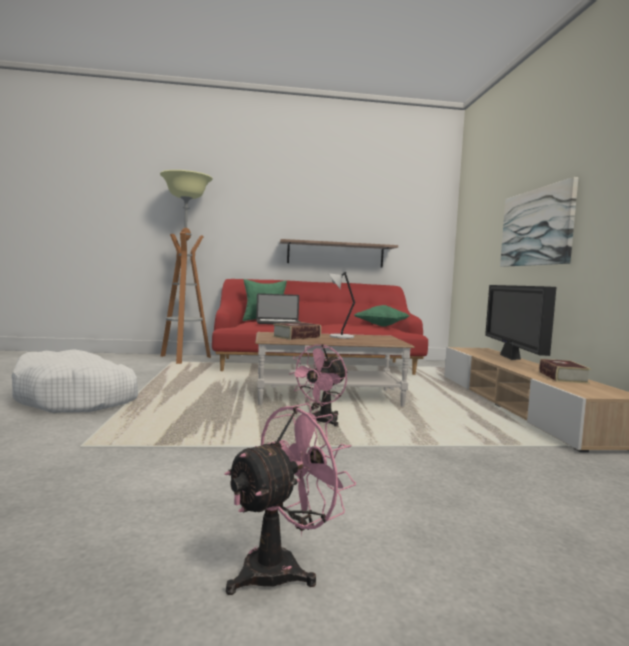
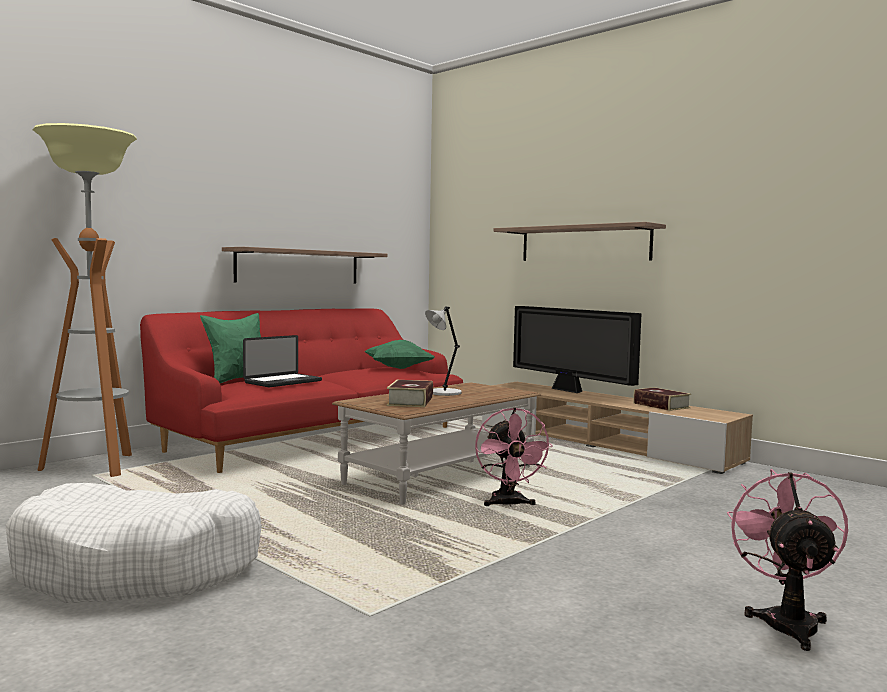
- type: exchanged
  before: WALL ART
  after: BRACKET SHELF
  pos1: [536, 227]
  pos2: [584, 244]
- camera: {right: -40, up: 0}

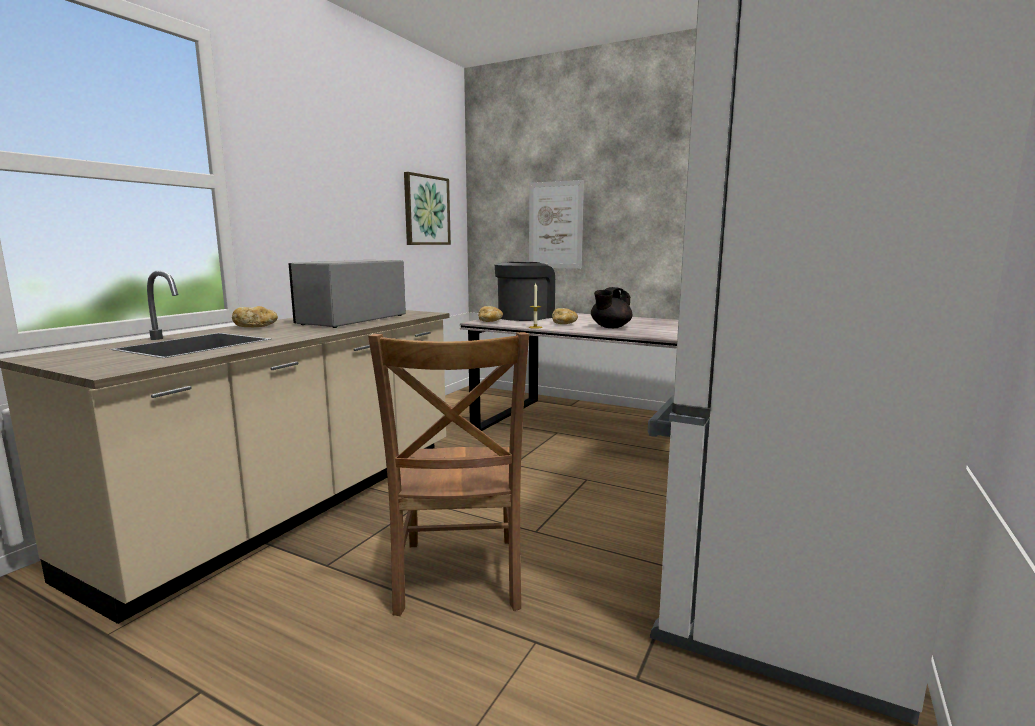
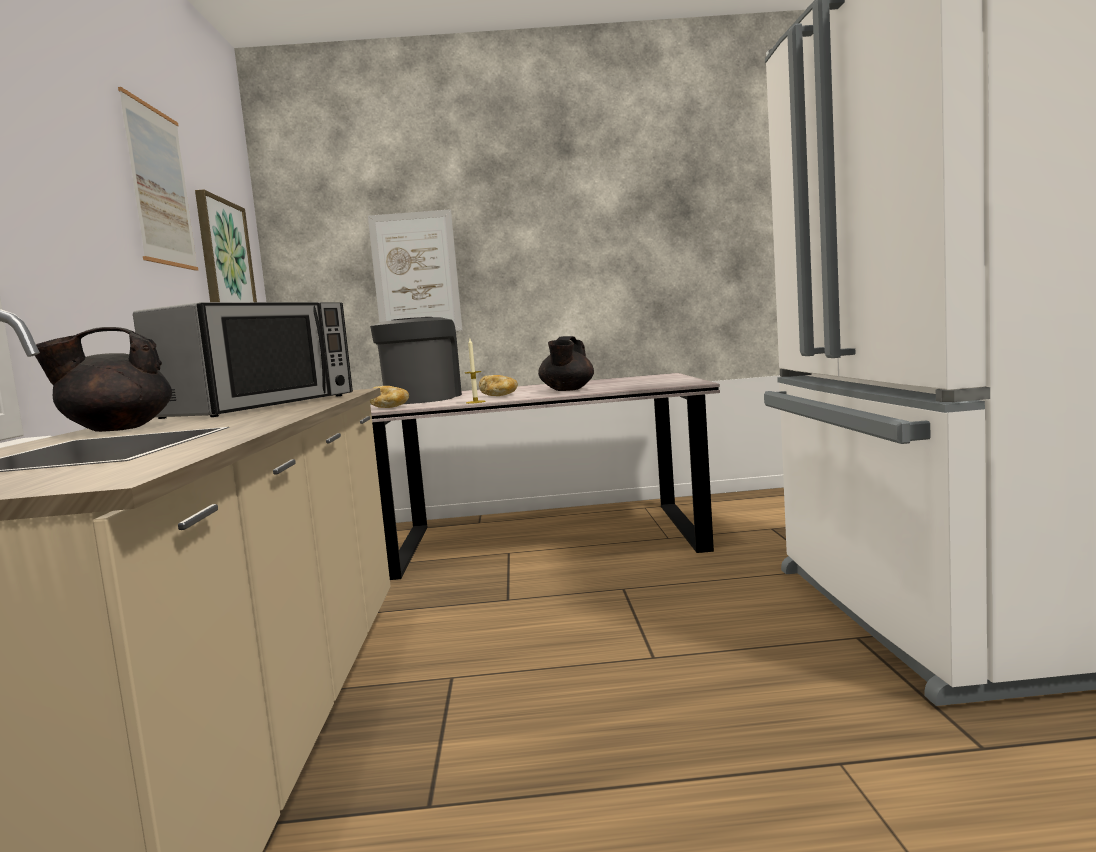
- type: exchanged
  before: BREAD
  after: BLACK TEA POT
  pos1: [256, 327]
  pos2: [116, 429]
- type: appeared
  after: WALL ART
  pos2: [160, 187]
- type: spun
  before: MICROWAVE OVEN
  pos1: [352, 320]
  pos2: [261, 406]
  turn: -150
- type: missing
  before: BROWN PLAIN CHAIR
  pos1: [458, 578]
- camera: {right: -30, up: -5}

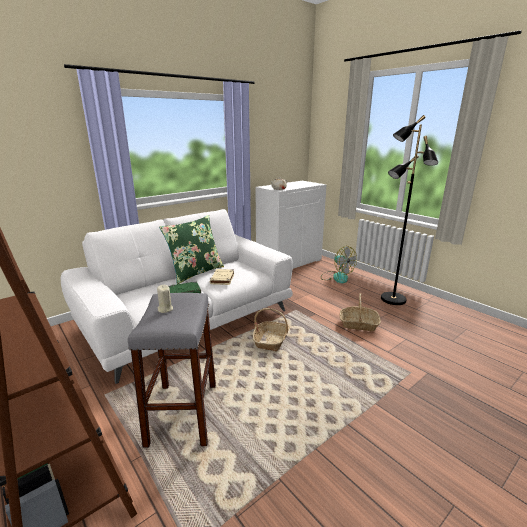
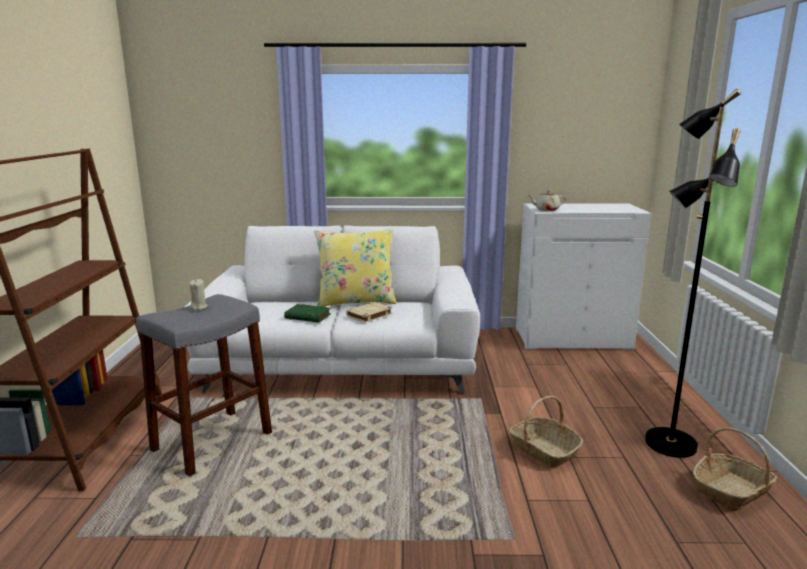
- type: colour
  before: GREEN PILLOW
  after: YELLOW PILLOW
  pos1: [195, 272]
  pos2: [356, 301]
- type: relocated
  before: STORAGE BASKET
  pos1: [271, 340]
  pos2: [731, 490]
- type: missing
  before: FAN
  pos1: [336, 277]
- camera: {right: 40, up: -5}

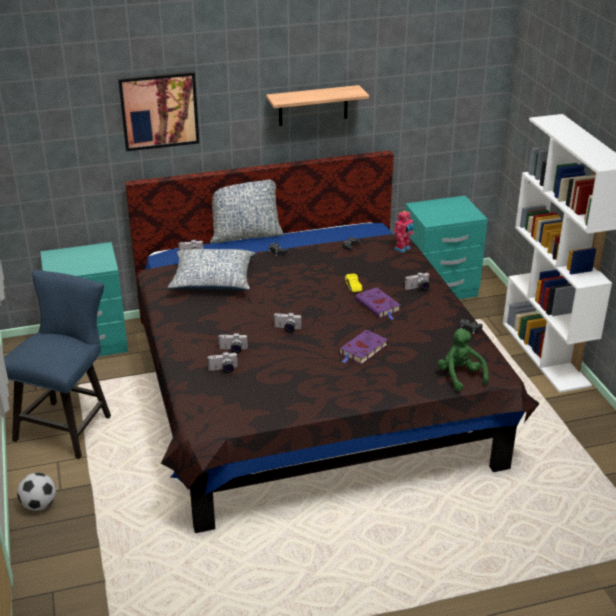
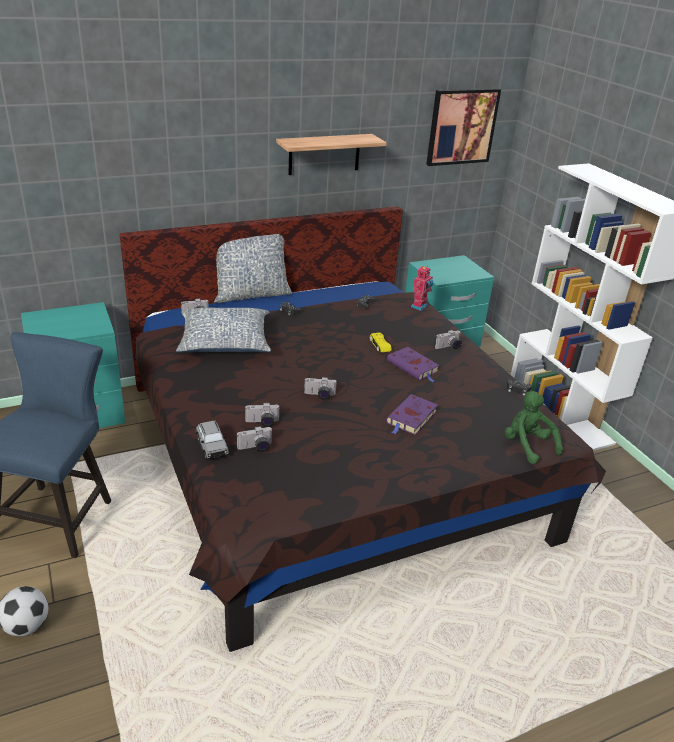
- type: appeared
  after: GRAY MINIATURE CAR
  pos2: [212, 446]
- type: relocated
  before: WALL ART
  pos1: [159, 110]
  pos2: [461, 126]
- camera: {right: -10, up: 0}

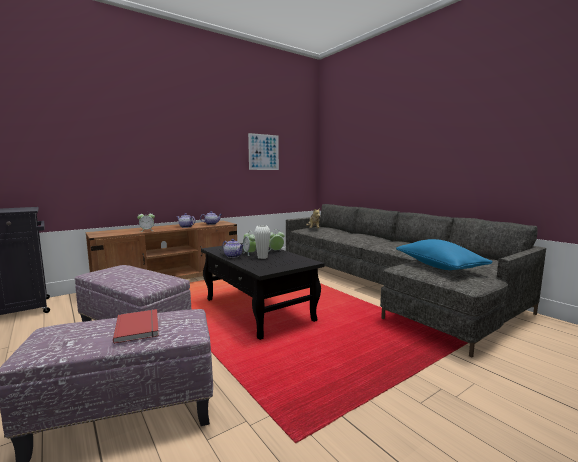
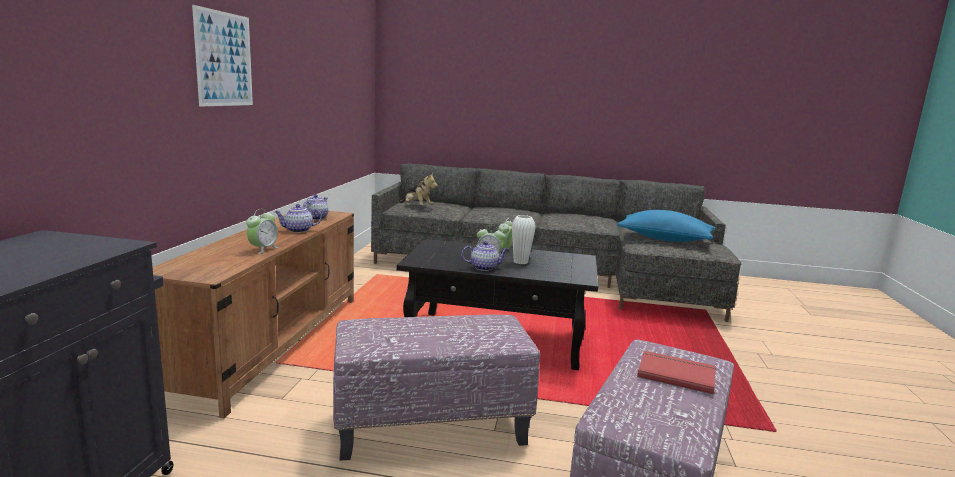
- type: relocated
  before: WALL ART
  pos1: [263, 152]
  pos2: [224, 59]
- camera: {right: -45, up: 5}

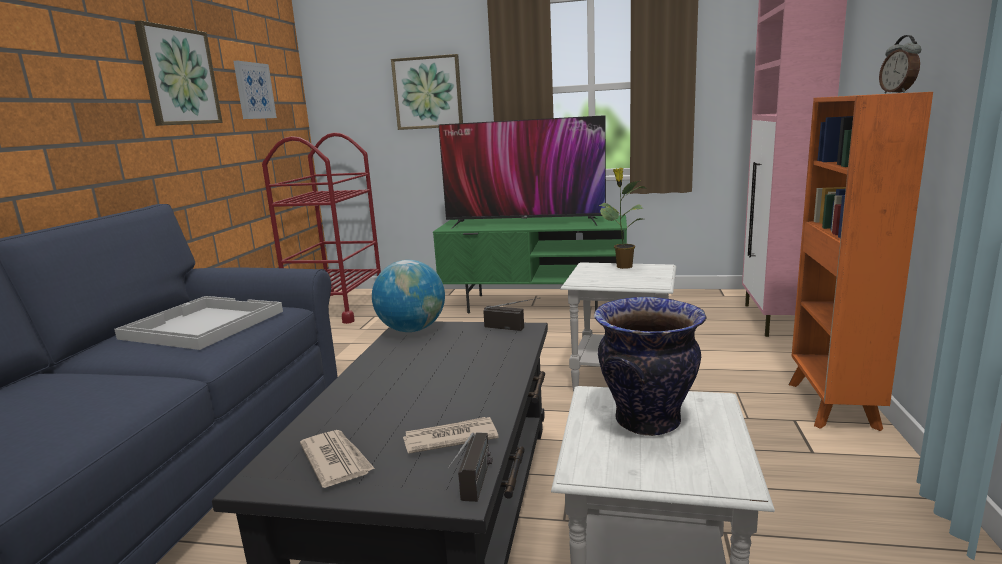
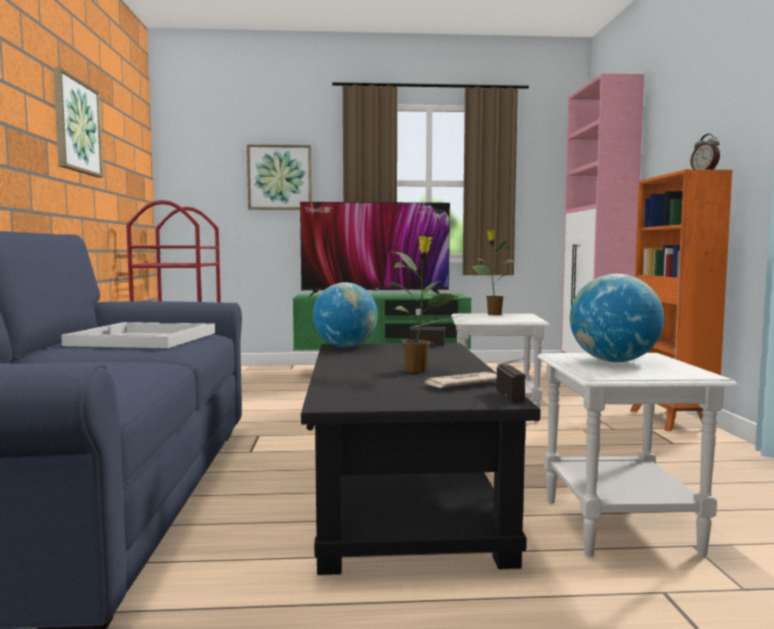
- type: appeared
  after: PLANT IN A POT
  pos2: [417, 370]
- type: exchanged
  before: VASE
  after: WORLD GLOBE
  pos1: [646, 421]
  pos2: [613, 361]
- type: missing
  before: WALL ART
  pos1: [254, 91]
- type: missing
  before: NEWSPAPER
  pos1: [336, 460]
- camera: {right: -15, up: -10}

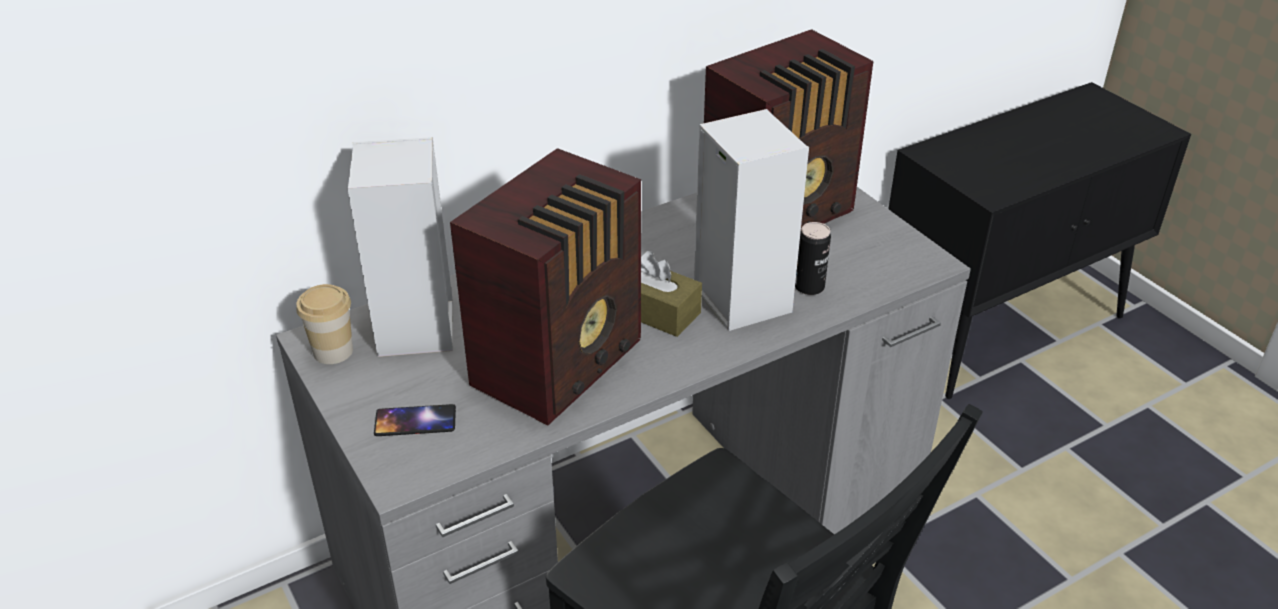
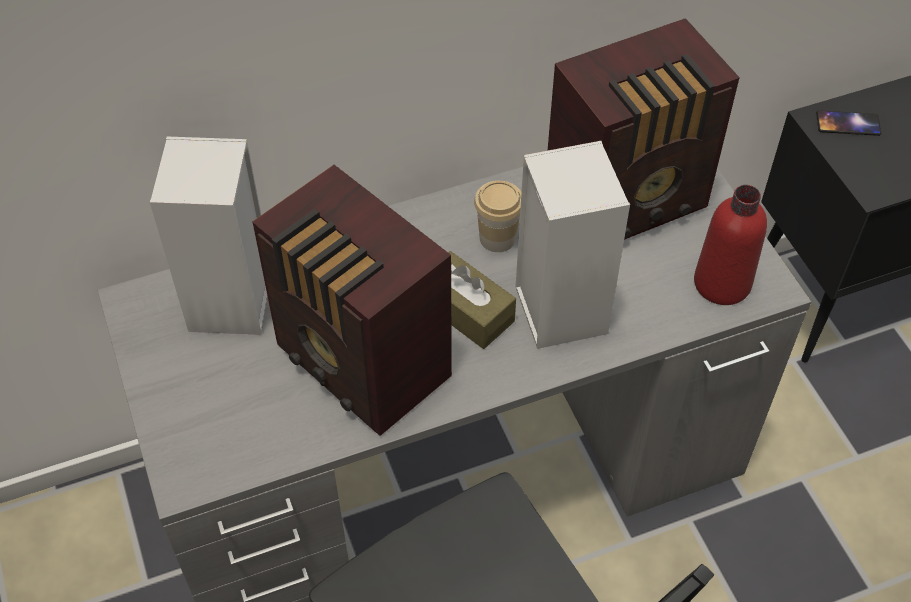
- type: spun
  before: RADIO
  pos1: [562, 363]
  pos2: [363, 366]
  turn: 90
- type: relocated
  before: CUP
  pos1: [333, 351]
  pos2: [497, 238]
- type: appeared
  after: REDDISH BEVERAGE BOTTLE
  pos2: [722, 283]
- type: relocated
  before: TELEPHONE
  pos1: [415, 421]
  pos2: [848, 124]
- type: missing
  before: METAL CAN
  pos1: [809, 287]
- camera: {right: 10, up: 15}

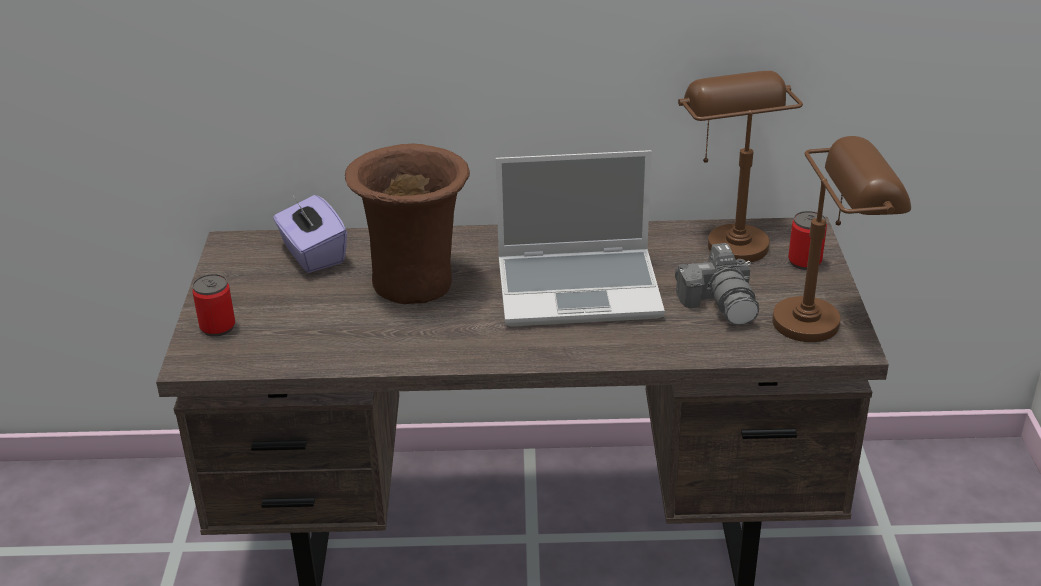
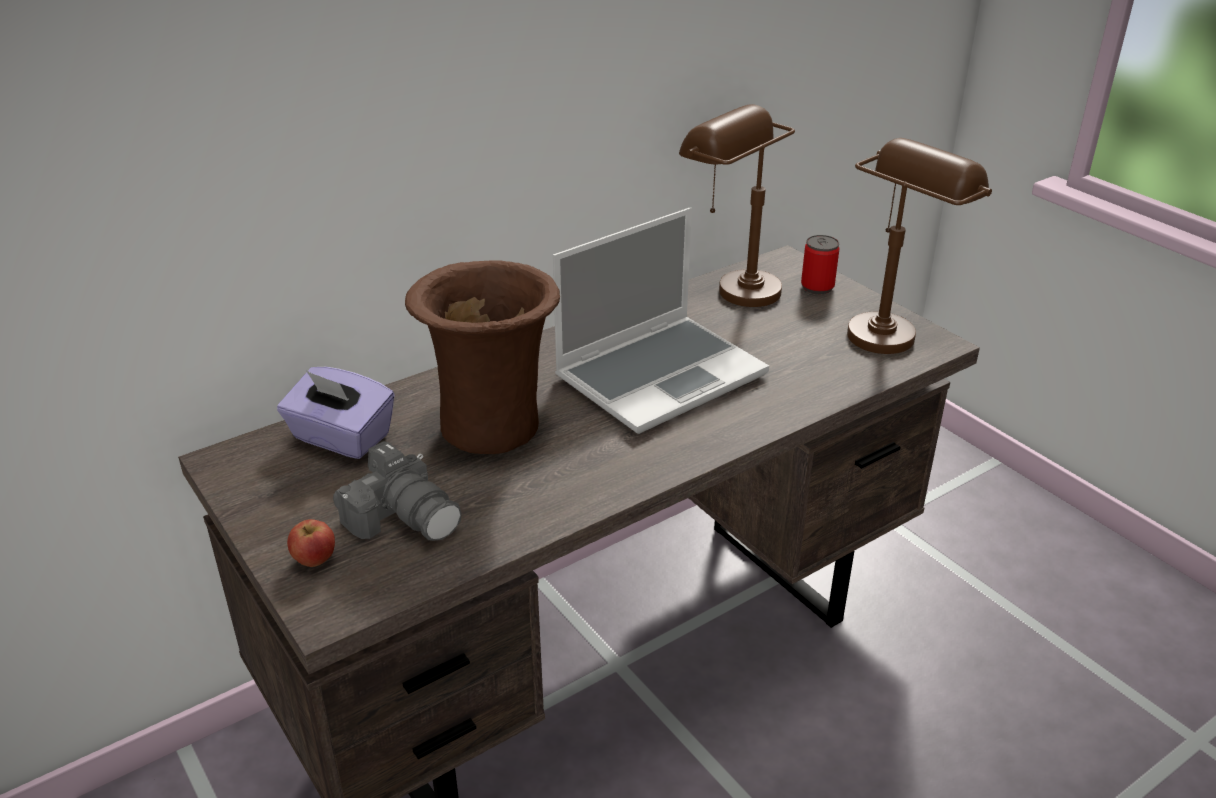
- type: exchanged
  before: METAL CAN
  after: APPLE
  pos1: [218, 327]
  pos2: [315, 559]
- type: relocated
  before: STILL CAMERA
  pos1: [721, 303]
  pos2: [403, 517]
- camera: {right: -35, up: 0}

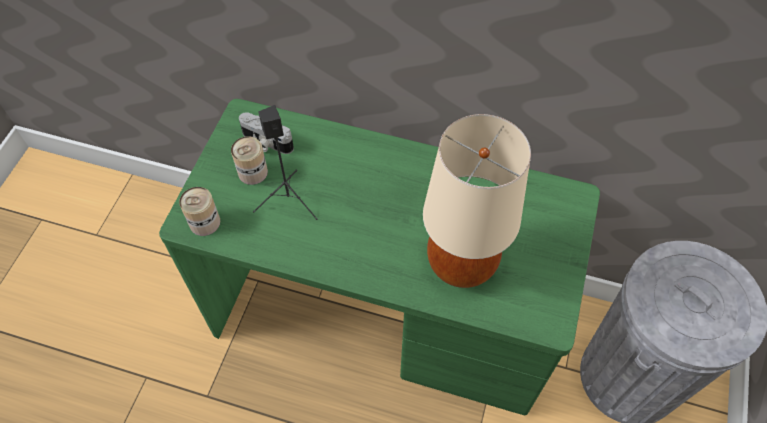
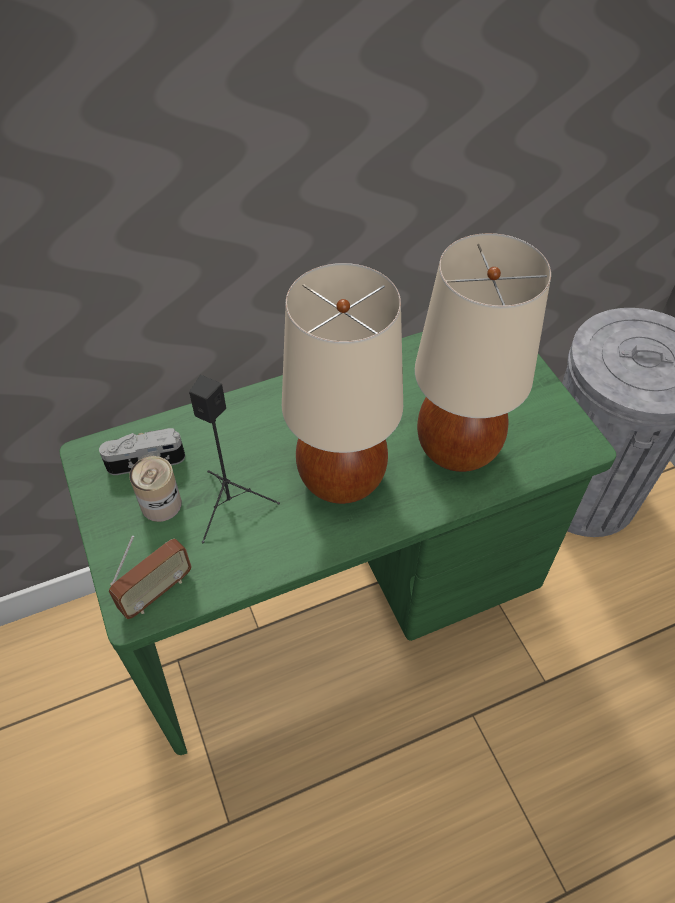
- type: exchanged
  before: METAL CAN
  after: RADIO
  pos1: [204, 222]
  pos2: [156, 592]
- type: appeared
  after: BEIGE-COLOURED LAMP FOR A TABLE
  pos2: [342, 479]
- camera: {right: -40, up: -5}

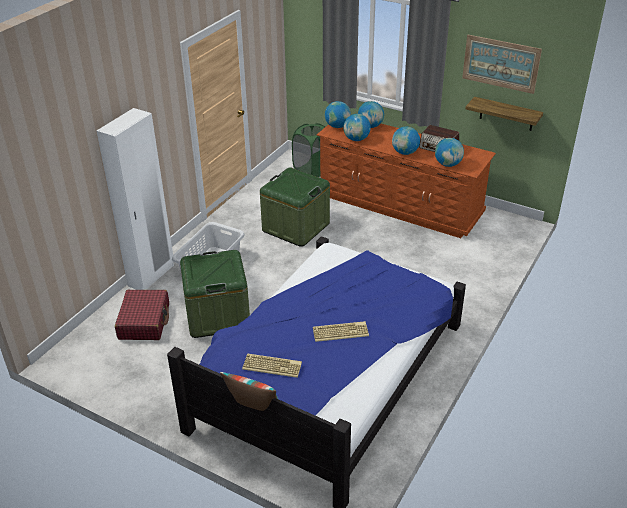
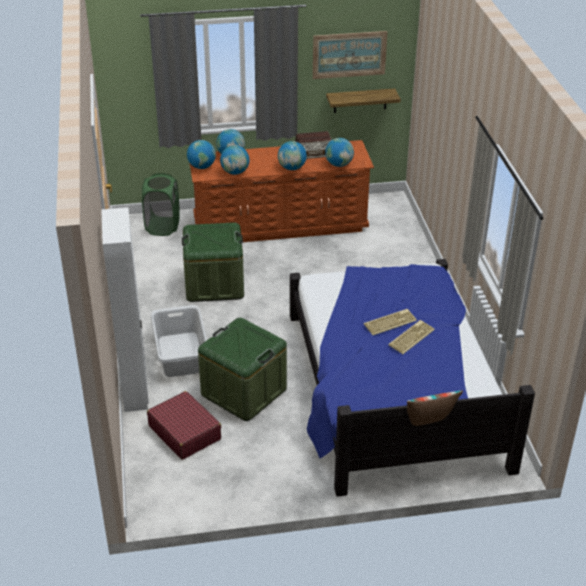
- type: relocated
  before: COMPUTER KEYBOARD
  pos1: [273, 365]
  pos2: [390, 322]
- camera: {right: -40, up: 0}

